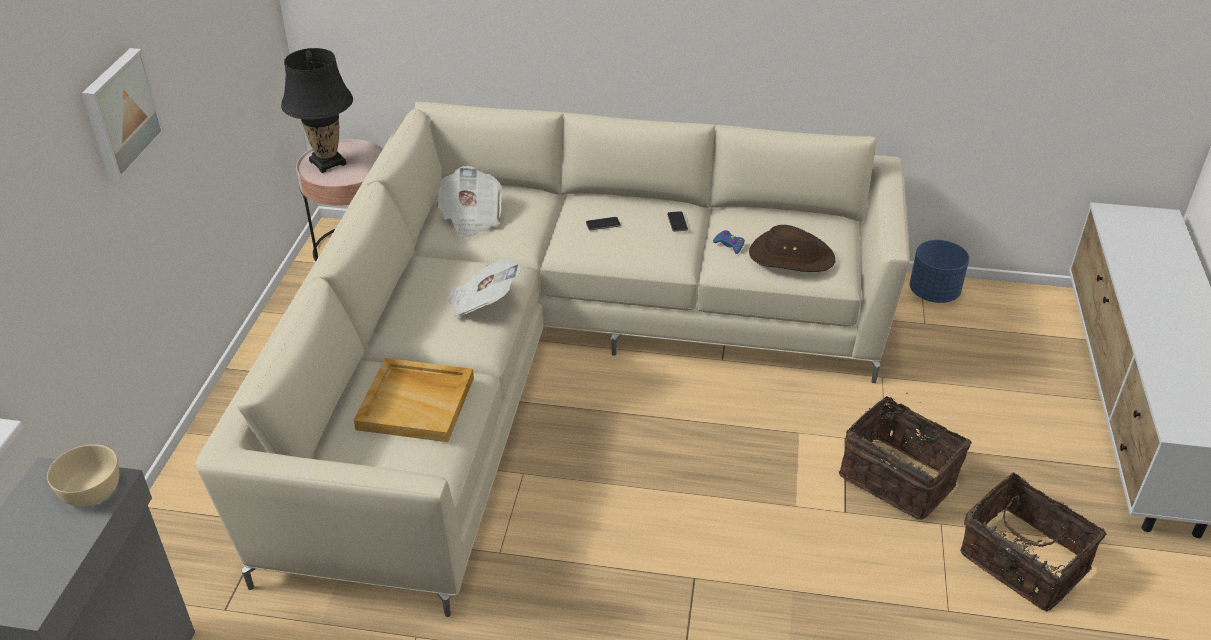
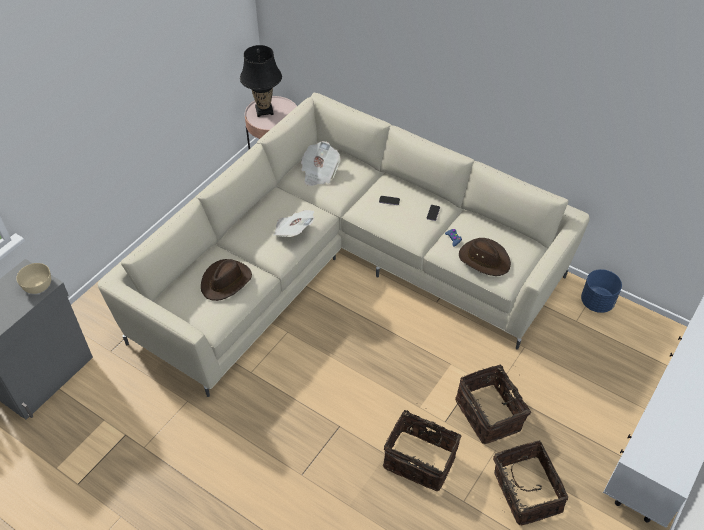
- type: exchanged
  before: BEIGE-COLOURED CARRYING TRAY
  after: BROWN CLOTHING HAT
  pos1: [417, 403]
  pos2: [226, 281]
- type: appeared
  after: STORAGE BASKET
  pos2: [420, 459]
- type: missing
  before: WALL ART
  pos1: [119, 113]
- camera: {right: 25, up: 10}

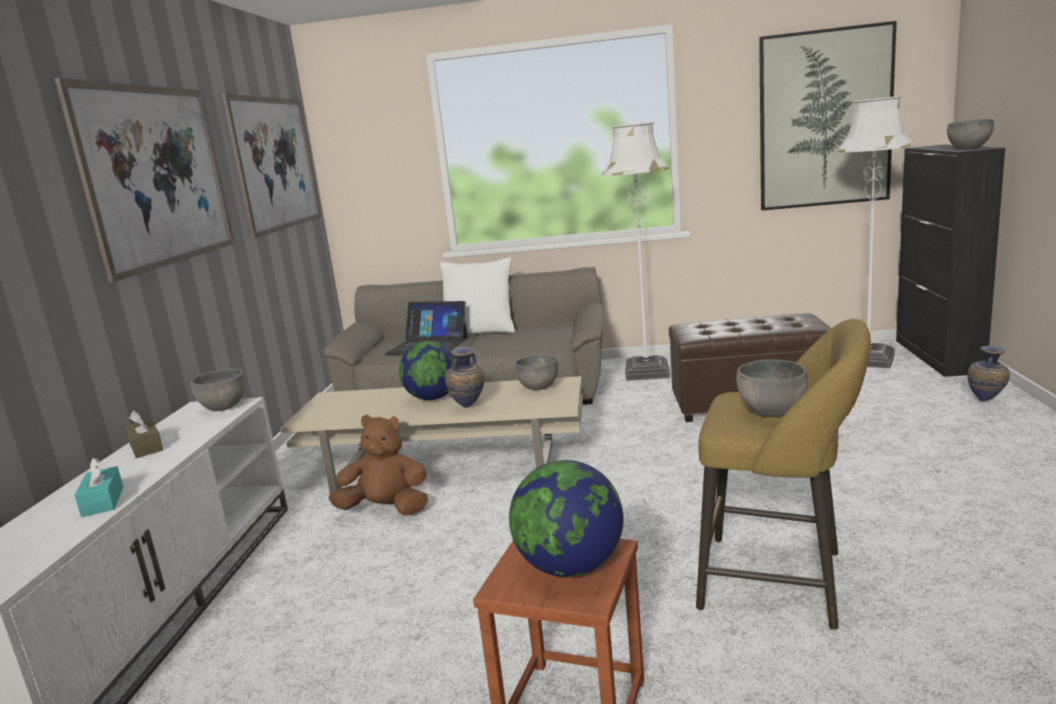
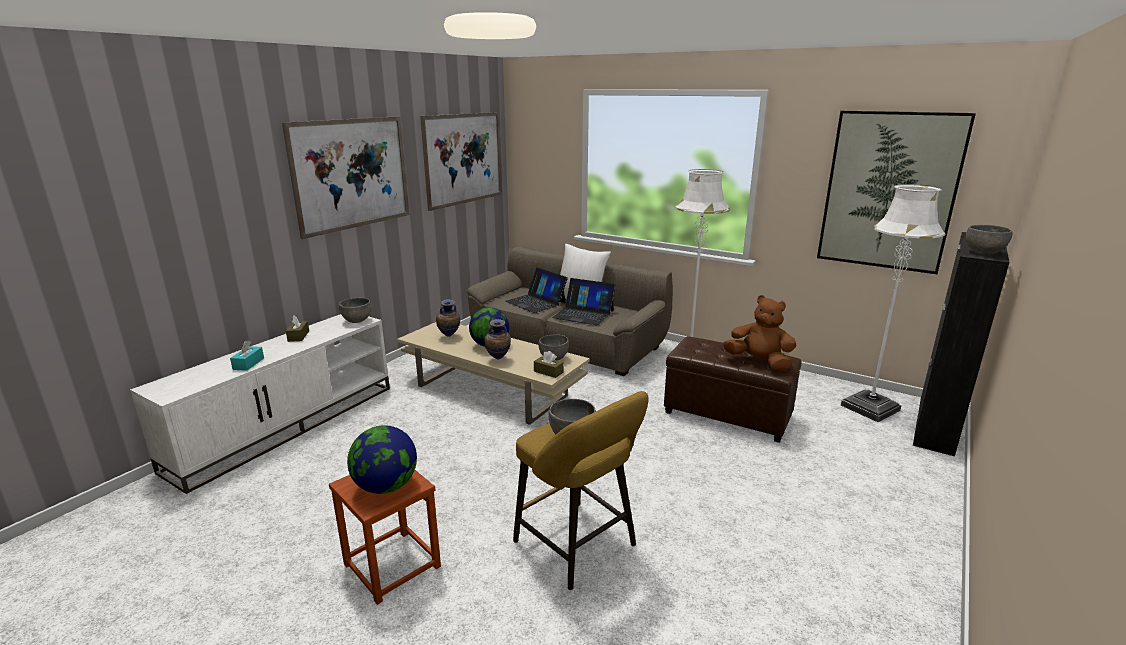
- type: relocated
  before: VASE
  pos1: [986, 401]
  pos2: [449, 337]
- type: appeared
  after: BROWN TISSUE BOX
  pos2: [548, 372]
- type: appeared
  after: NOTEBOOK COMPUTER
  pos2: [583, 314]
- type: relocated
  before: BROWN PLUSH TOY
  pos1: [386, 509]
  pos2: [759, 362]
- camera: {right: 25, up: 5}

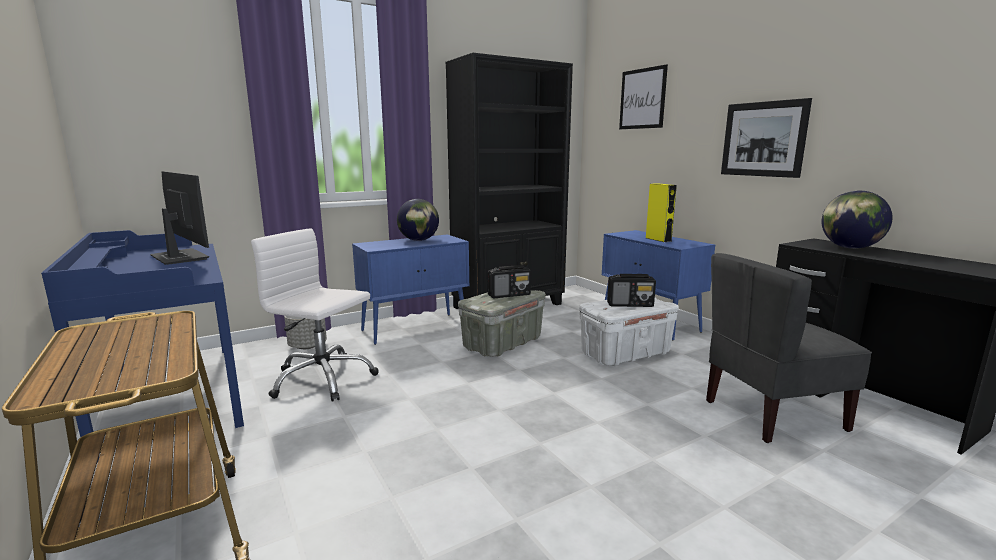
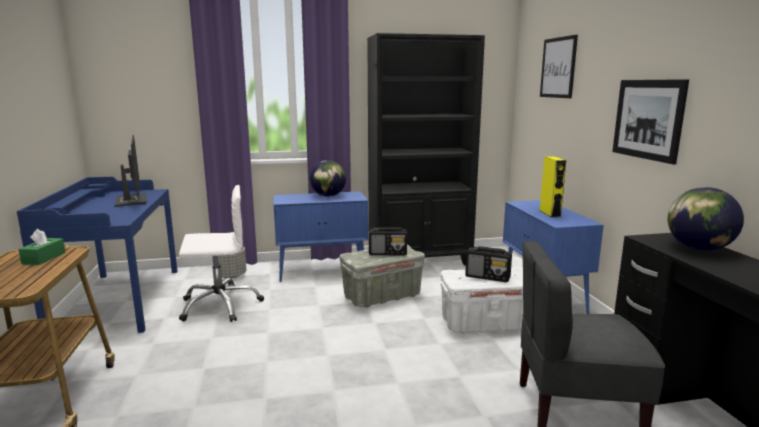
- type: appeared
  after: GREEN TISSUE BOX
  pos2: [44, 258]
- type: spun
  before: WHITE OFFICE CHAIR
  pos1: [322, 379]
  pos2: [220, 305]
  turn: 120
- camera: {right: 20, up: 0}

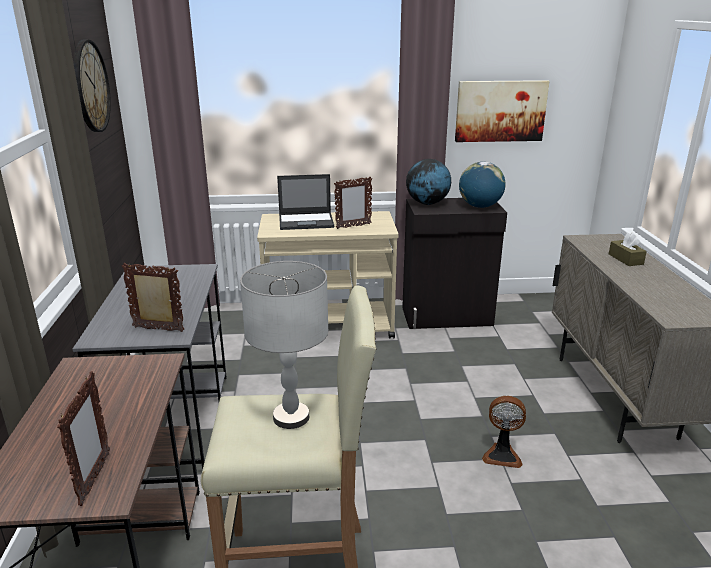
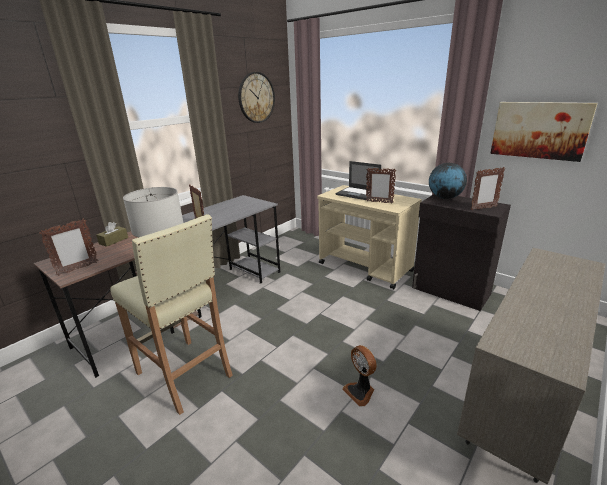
- type: relocated
  before: BROWN TISSUE BOX
  pos1: [625, 259]
  pos2: [113, 241]
- type: exchanged
  before: WORLD GLOBE
  after: PHOTO FRAME
  pos1: [480, 206]
  pos2: [483, 208]
- camera: {right: 45, up: 0}

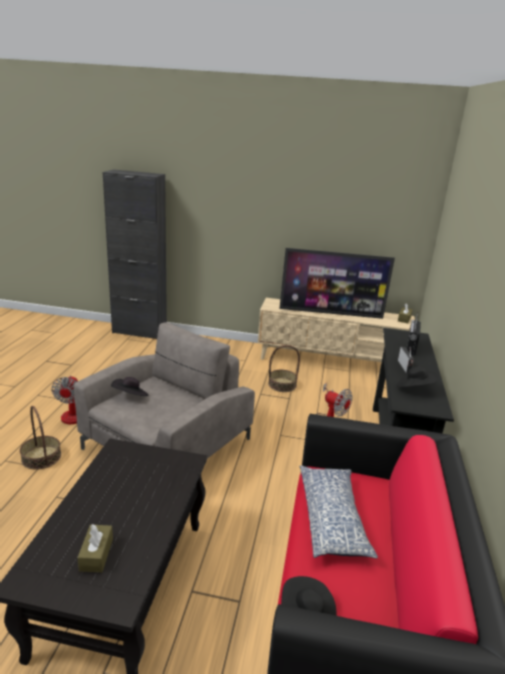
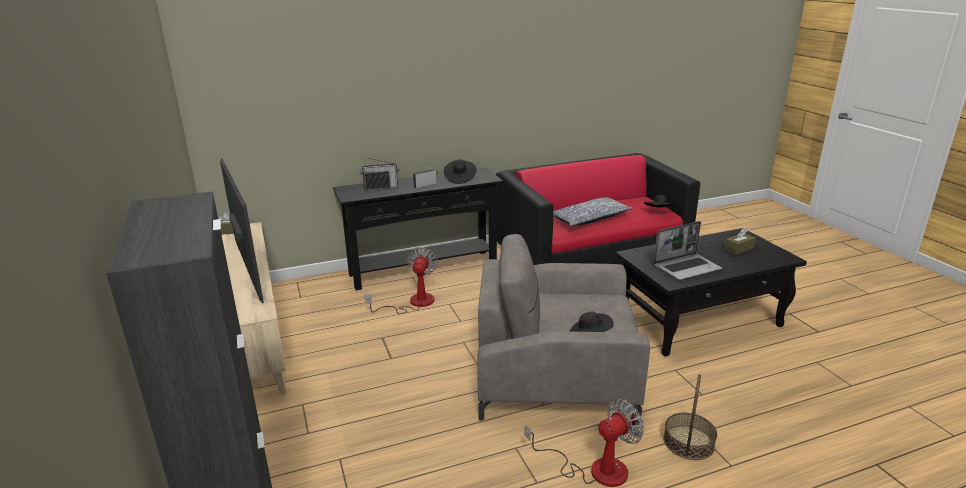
- type: appeared
  after: NOTEBOOK COMPUTER
  pos2: [687, 267]
- type: missing
  before: STORAGE BASKET
  pos1: [282, 385]
- camera: {right: -120, up: 0}

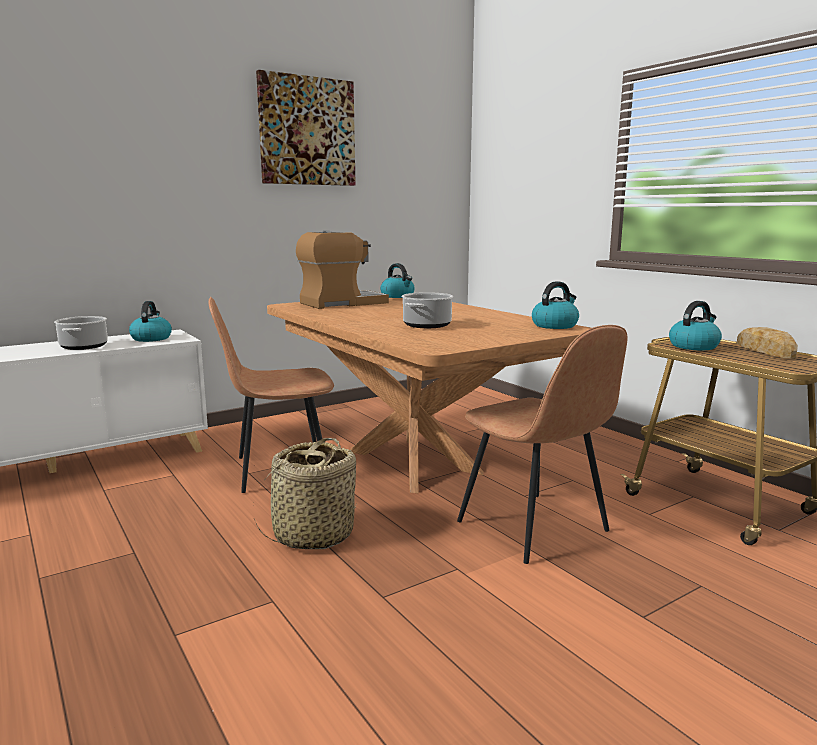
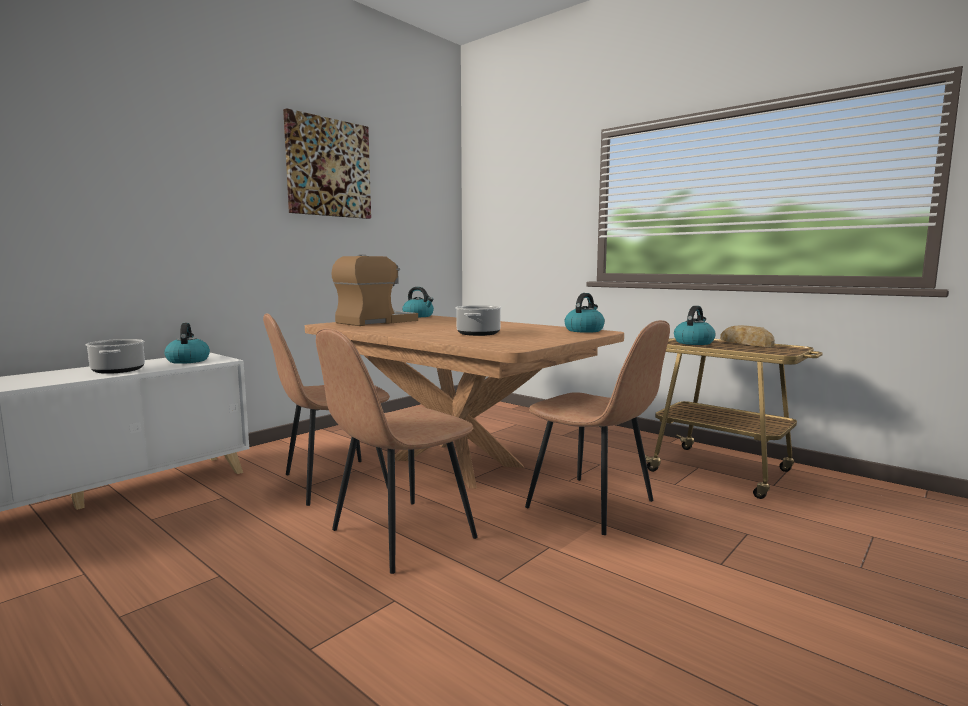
- type: exchanged
  before: STORAGE BASKET
  after: BROWN PLAIN CHAIR
  pos1: [313, 535]
  pos2: [399, 535]
- camera: {right: -15, up: -5}

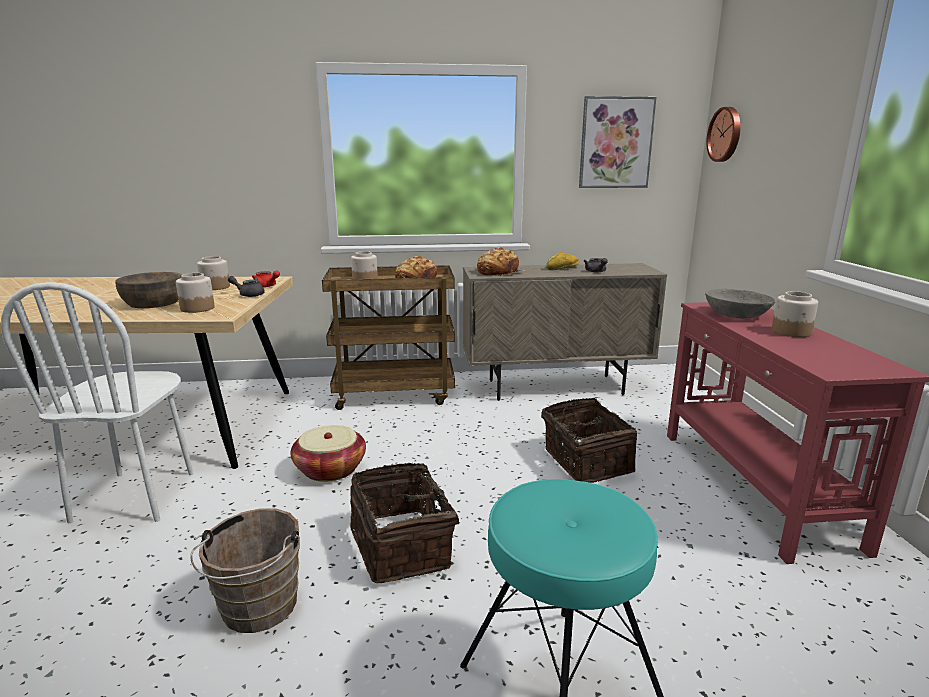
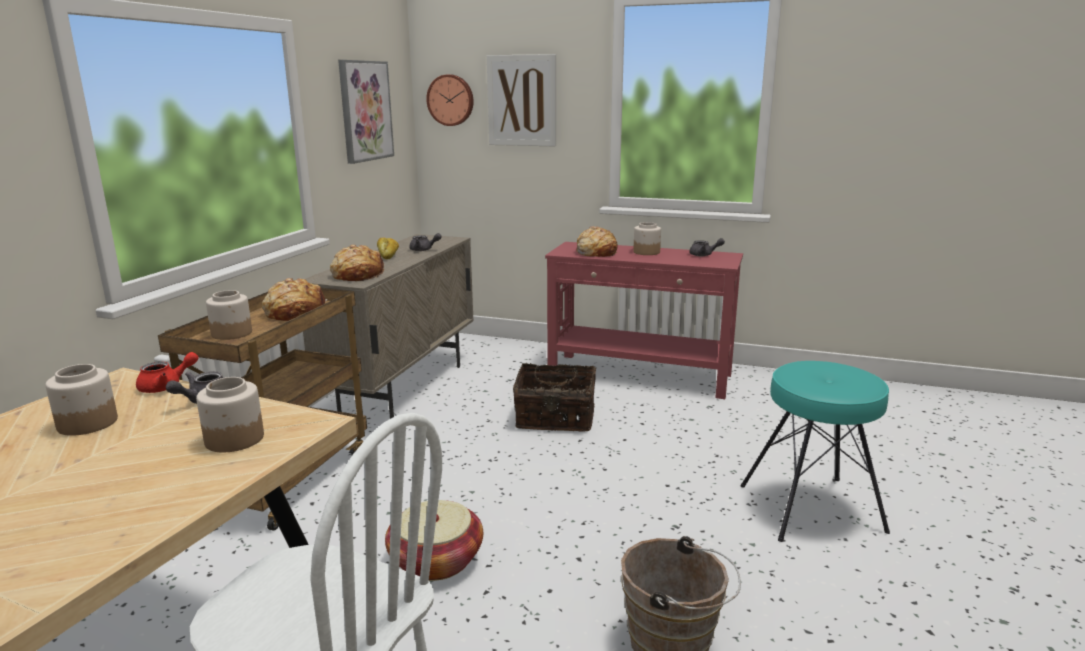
- type: appeared
  after: WALL ART
  pos2: [522, 101]
- type: exchanged
  before: GRAY BOWL
  after: BREAD
  pos1: [736, 315]
  pos2: [596, 252]
- type: appeared
  after: GRAY TEA POT
  pos2: [704, 255]
- type: missing
  before: BROWN BOWL
  pos1: [154, 302]
- type: missing
  before: STORAGE BASKET
  pos1: [403, 545]
- camera: {right: -65, up: 0}

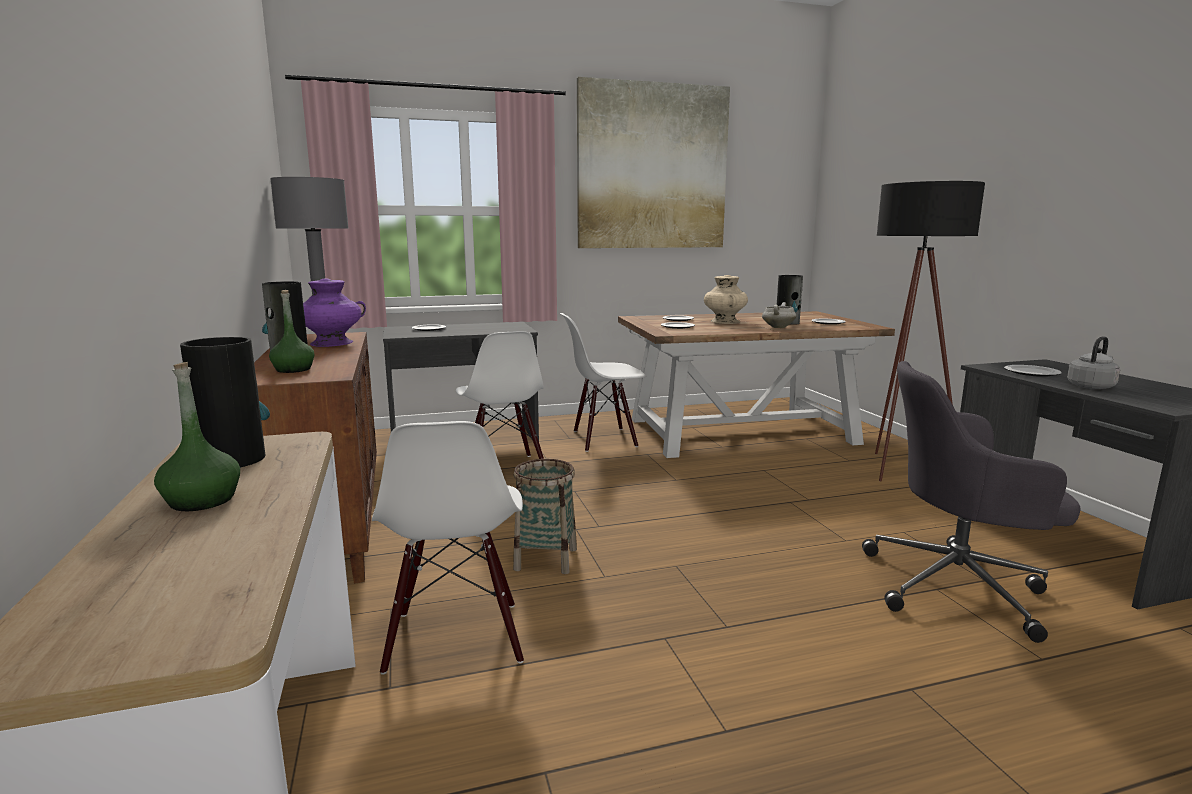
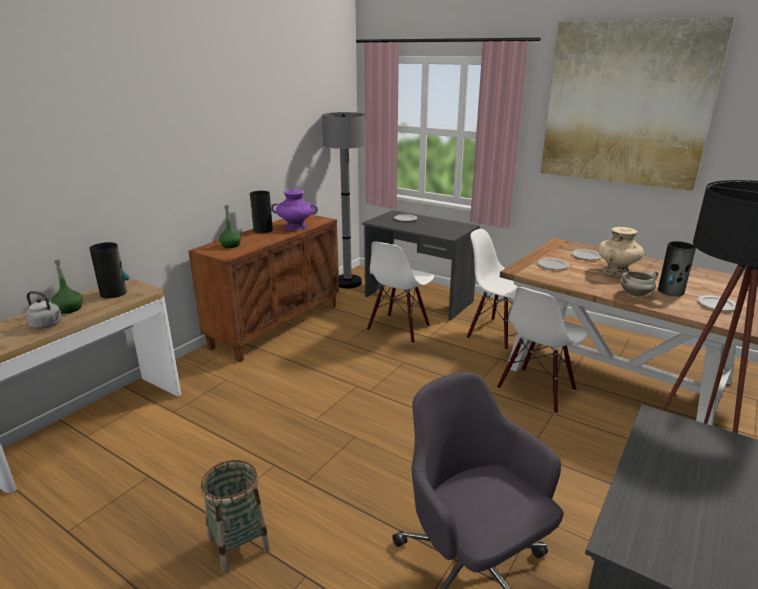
- type: relocated
  before: GRAY TEA KETTLE
  pos1: [1091, 386]
  pos2: [47, 325]
- type: relocated
  before: STORAGE BASKET
  pos1: [545, 559]
  pos2: [238, 544]
- type: relocated
  before: WHITE PLAIN CHAIR
  pos1: [455, 637]
  pos2: [537, 390]
- type: missing
  before: FLAT DISH
  pos1: [1032, 372]
- camera: {right: 50, up: 10}

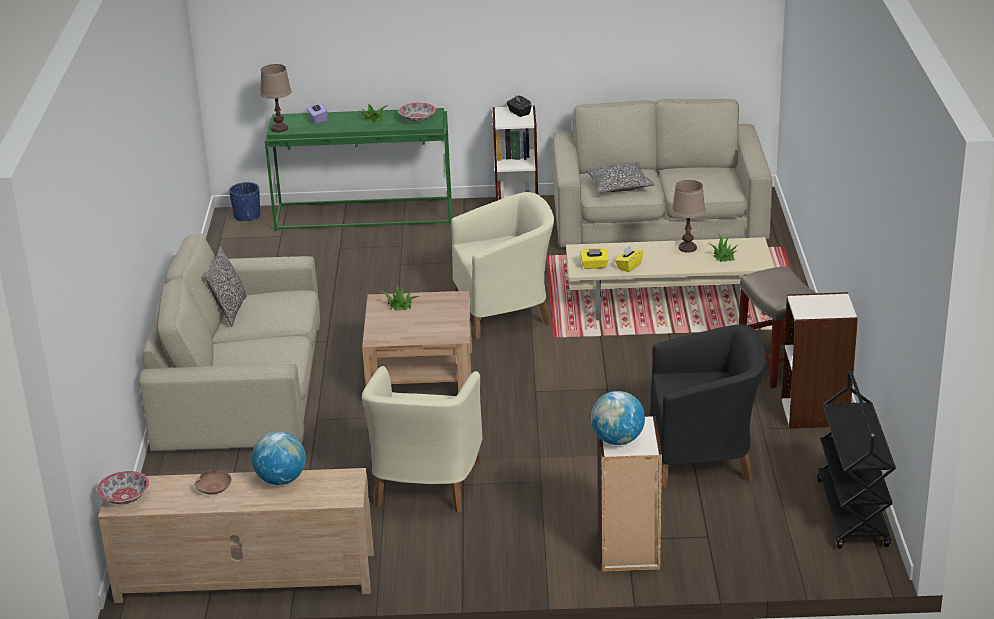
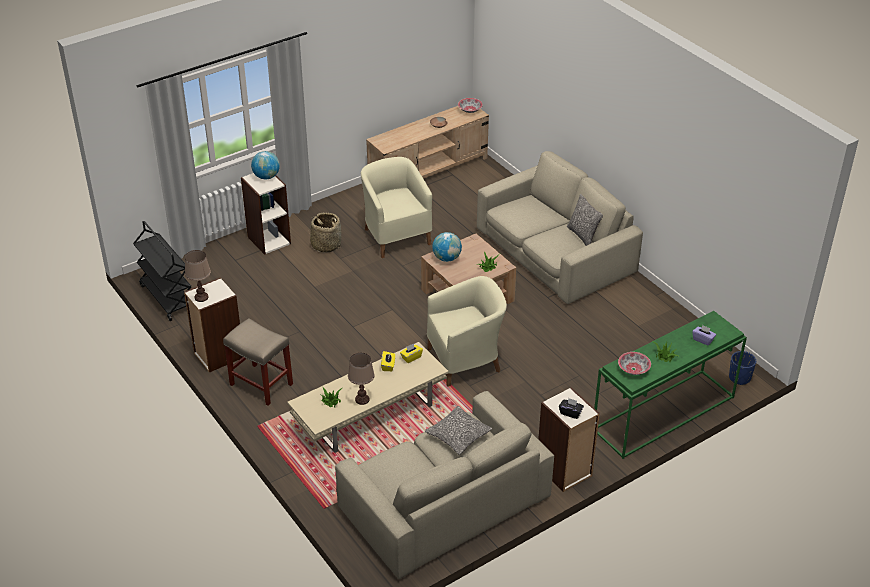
- type: relocated
  before: BROWN LAMP FOR A TABLE
  pos1: [279, 129]
  pos2: [201, 297]
- type: appeared
  after: STORAGE BASKET
  pos2: [326, 245]
- type: spun
  before: BEIGE-COLOURED ARMCHAIR
  pos1: [506, 313]
  pos2: [466, 360]
  turn: -150
- type: relocated
  before: WORLD GLOBE
  pos1: [281, 480]
  pos2: [447, 258]
- type: missing
  before: BLACK ARMCHAIR
  pos1: [704, 458]
- camera: {right: 145, up: 10}

